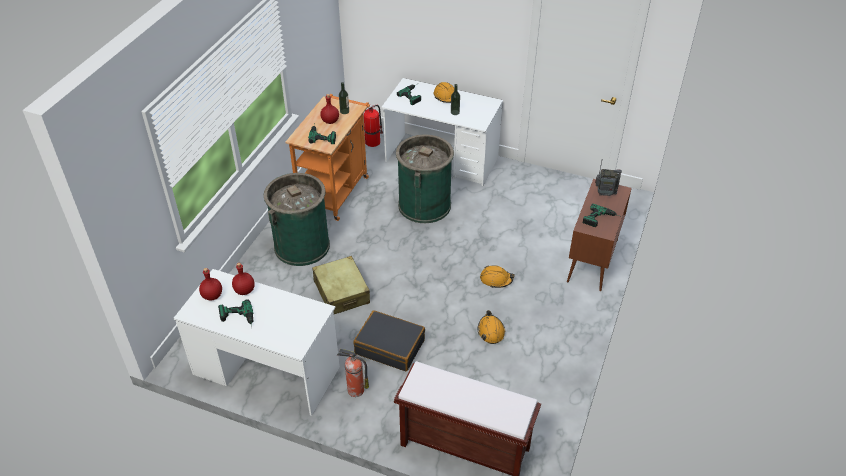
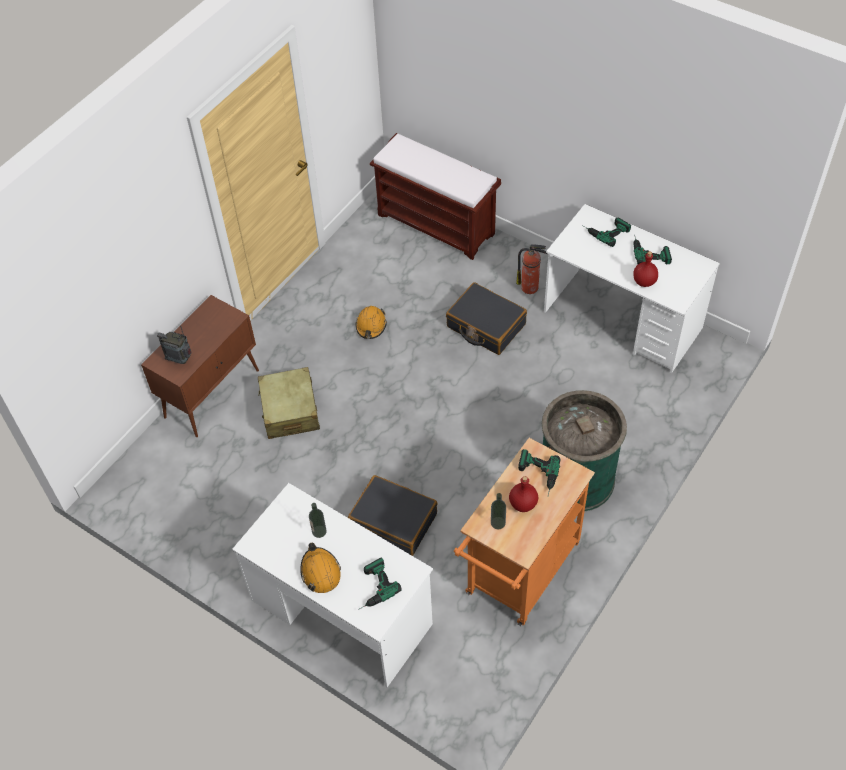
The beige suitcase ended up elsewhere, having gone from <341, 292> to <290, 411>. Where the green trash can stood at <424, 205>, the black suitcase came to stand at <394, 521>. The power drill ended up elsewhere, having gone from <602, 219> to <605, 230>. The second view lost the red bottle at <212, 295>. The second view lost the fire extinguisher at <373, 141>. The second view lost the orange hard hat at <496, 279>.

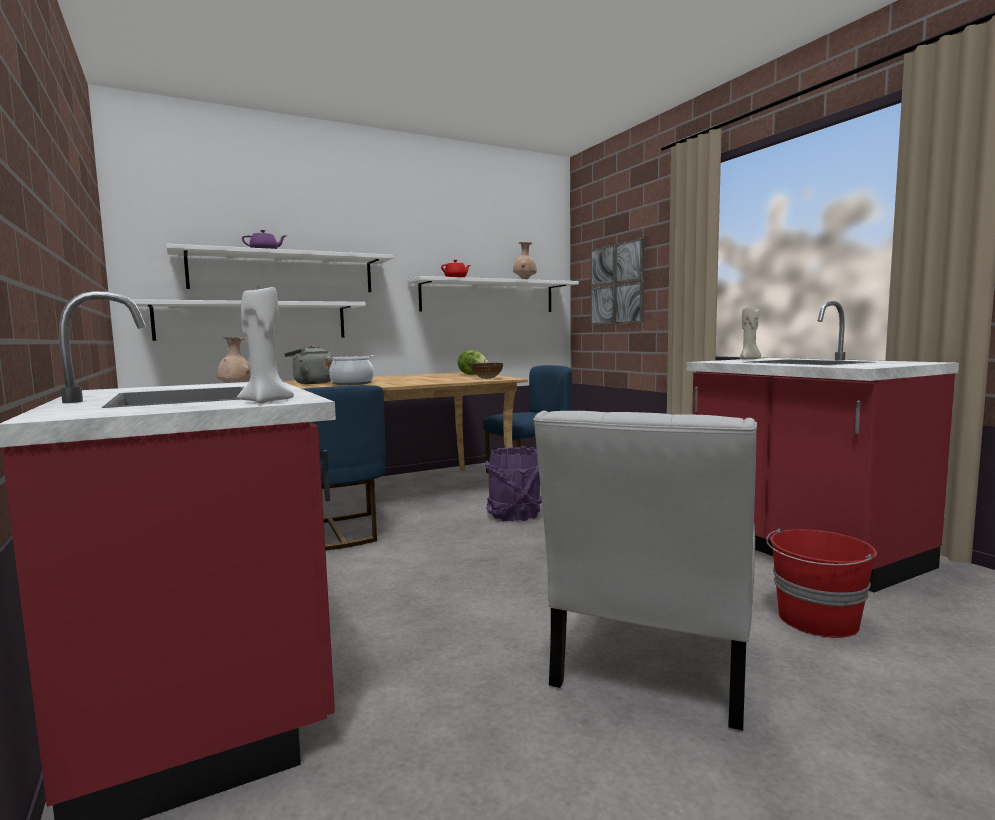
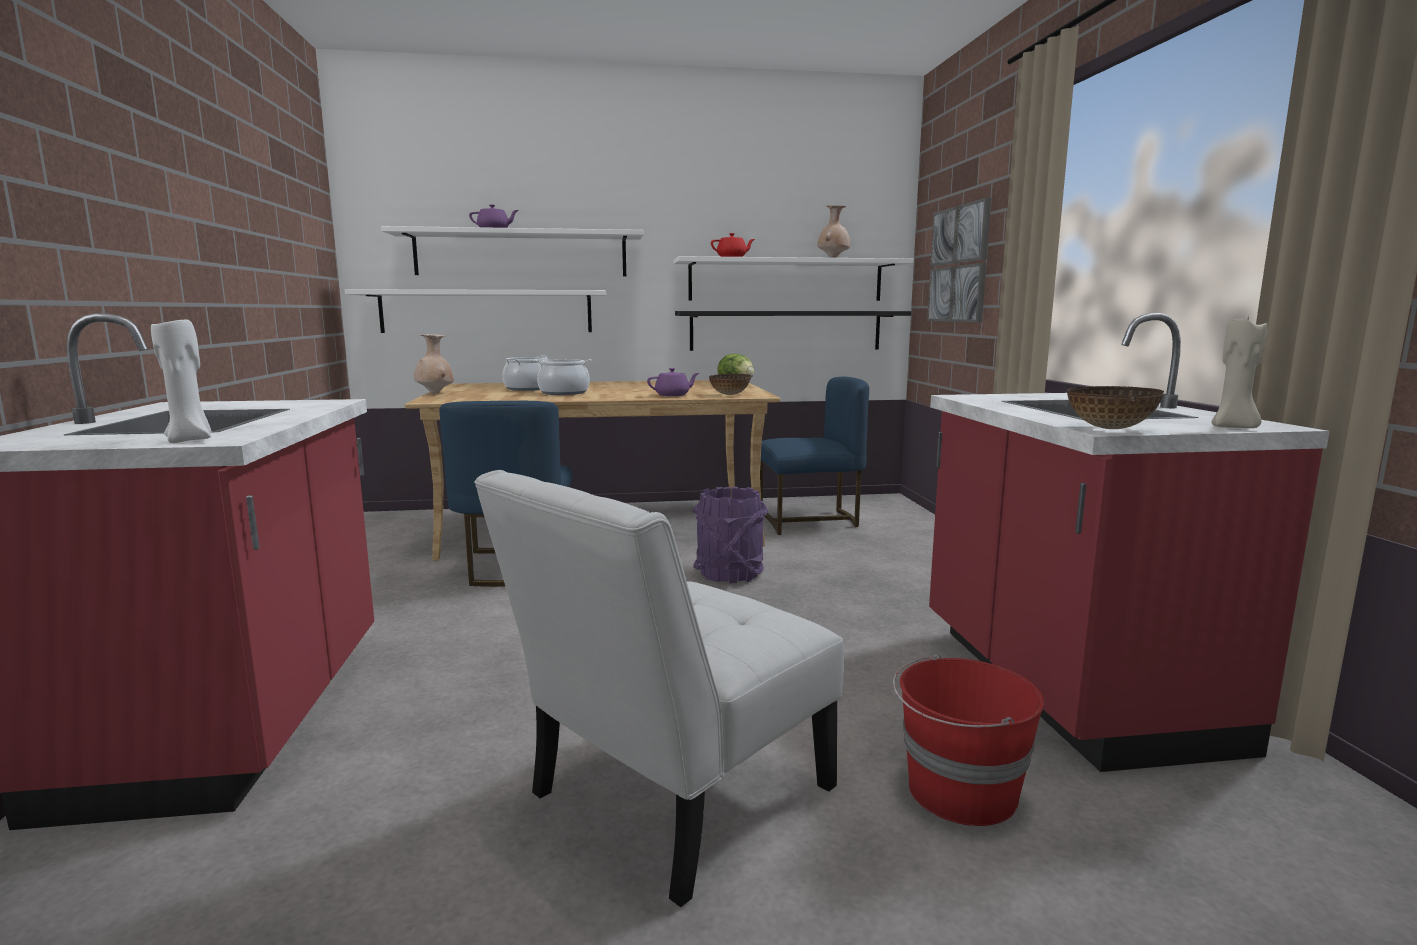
Where the grey kettle stood at <311, 383>, the cooking pot came to stand at <528, 389>. The second view gained the purple teapot at <673, 395>. The second view gained the black shelf at <786, 330>. The second view gained the bowl at <1108, 428>. The beige candle ended up elsewhere, having gone from <749, 359> to <1233, 428>.

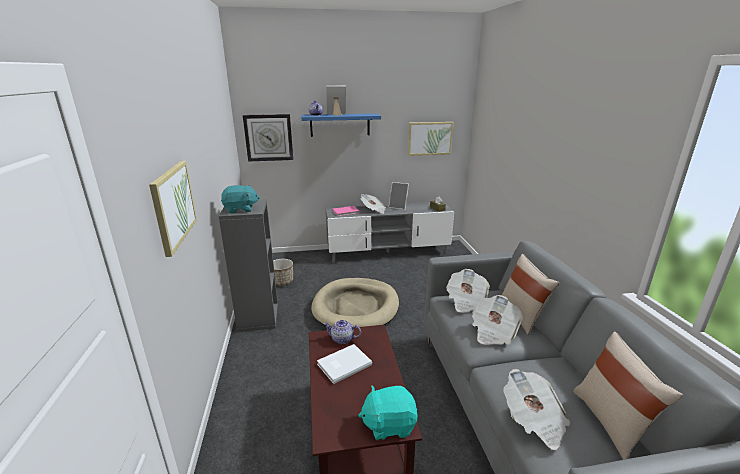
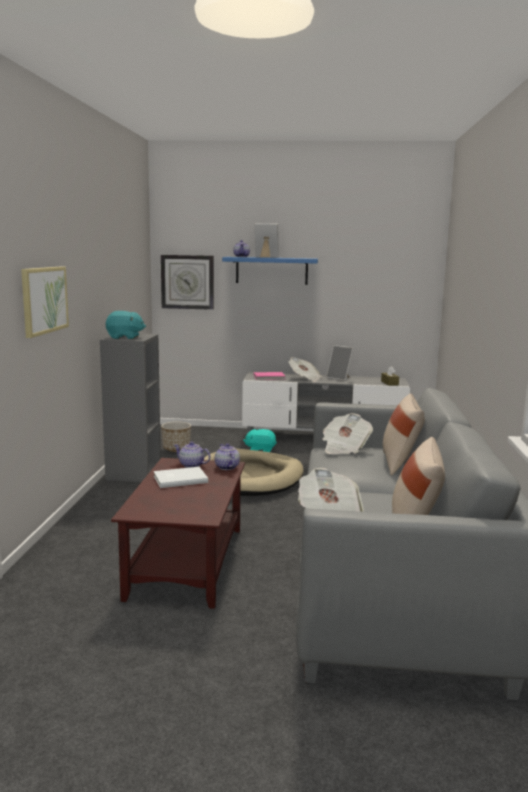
The second view gained the teapot at <226, 467>. The turquoise plush toy ended up elsewhere, having gone from <389, 424> to <260, 451>. The second view lost the picture at <429, 138>. The second view lost the newspaper at <493, 332>.

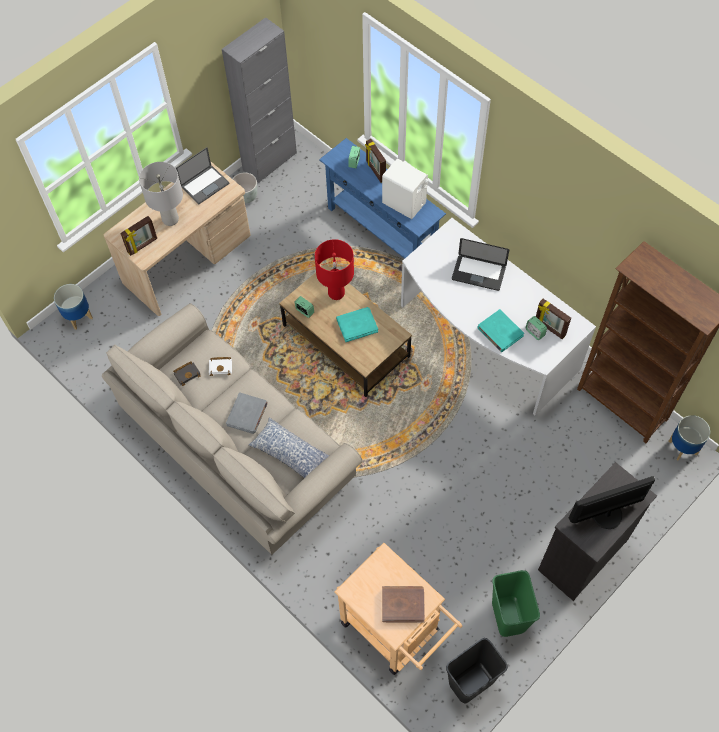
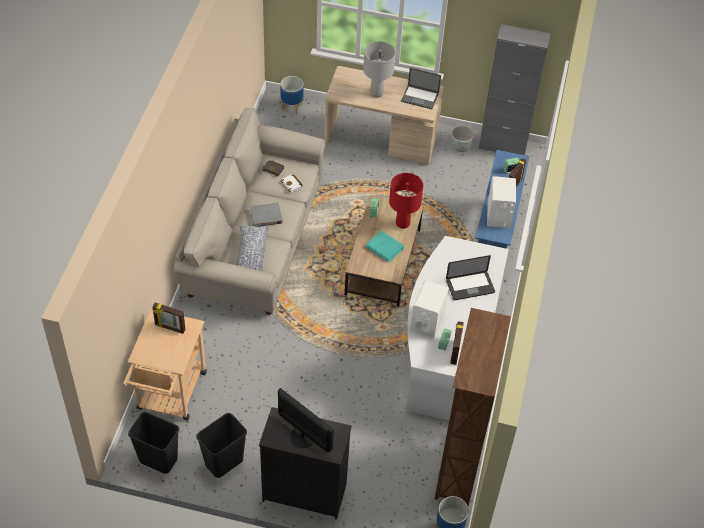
The picture frame ended up elsewhere, having gone from <142, 246> to <170, 328>. What was the green trash can at <507, 616> turned into the black trash can at <224, 462>. Where the turquoise book stood at <500, 332>, the white speaker came to stand at <427, 321>. The laptop at <478, 273> ended up facing another way, 90 degrees counterclockwise from before. The second view lost the brown book at <403, 604>.

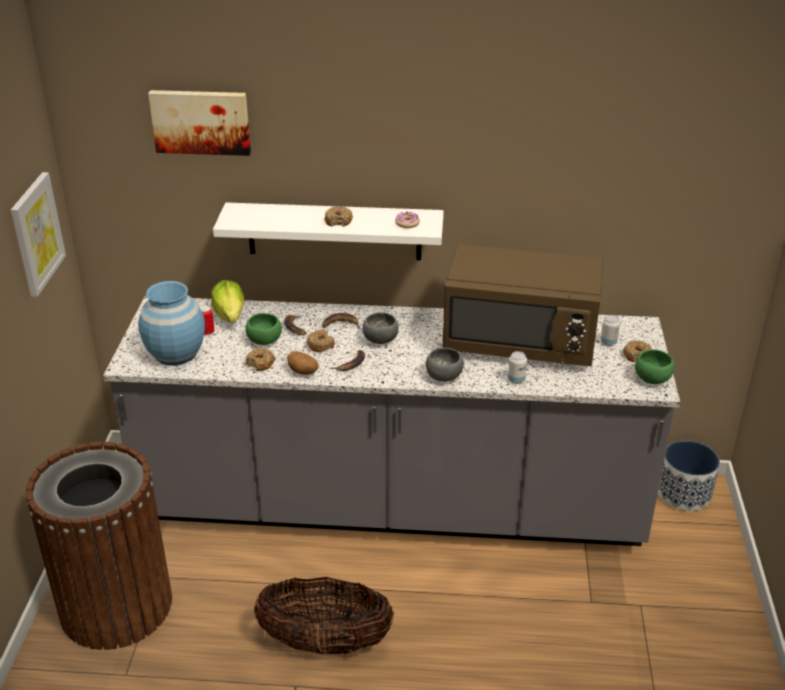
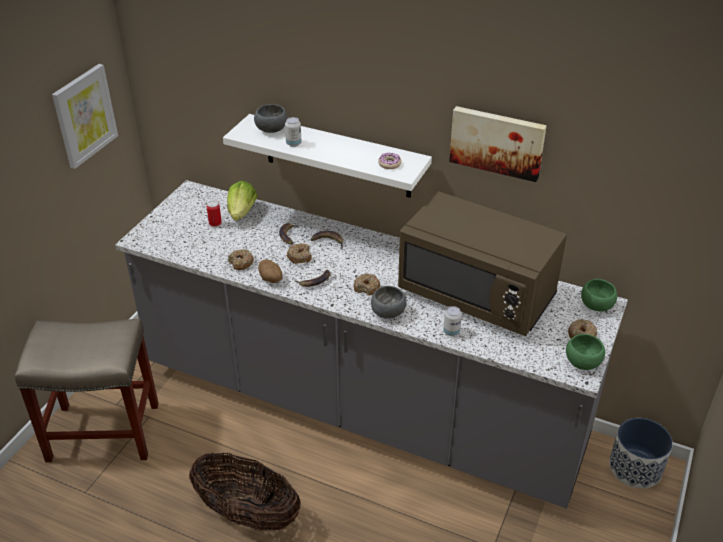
Where the brown trash can stood at <116, 605>, the beige stool came to stand at <105, 431>. The grey bowl ended up elsewhere, having gone from <381, 340> to <272, 130>. The can ended up elsewhere, having gone from <608, 342> to <293, 144>. The donut ended up elsewhere, having gone from <338, 221> to <367, 288>. The picture ended up elsewhere, having gone from <201, 121> to <497, 142>. The green bowl ended up elsewhere, having gone from <263, 341> to <595, 306>. The second view lost the blue vase at <176, 353>.

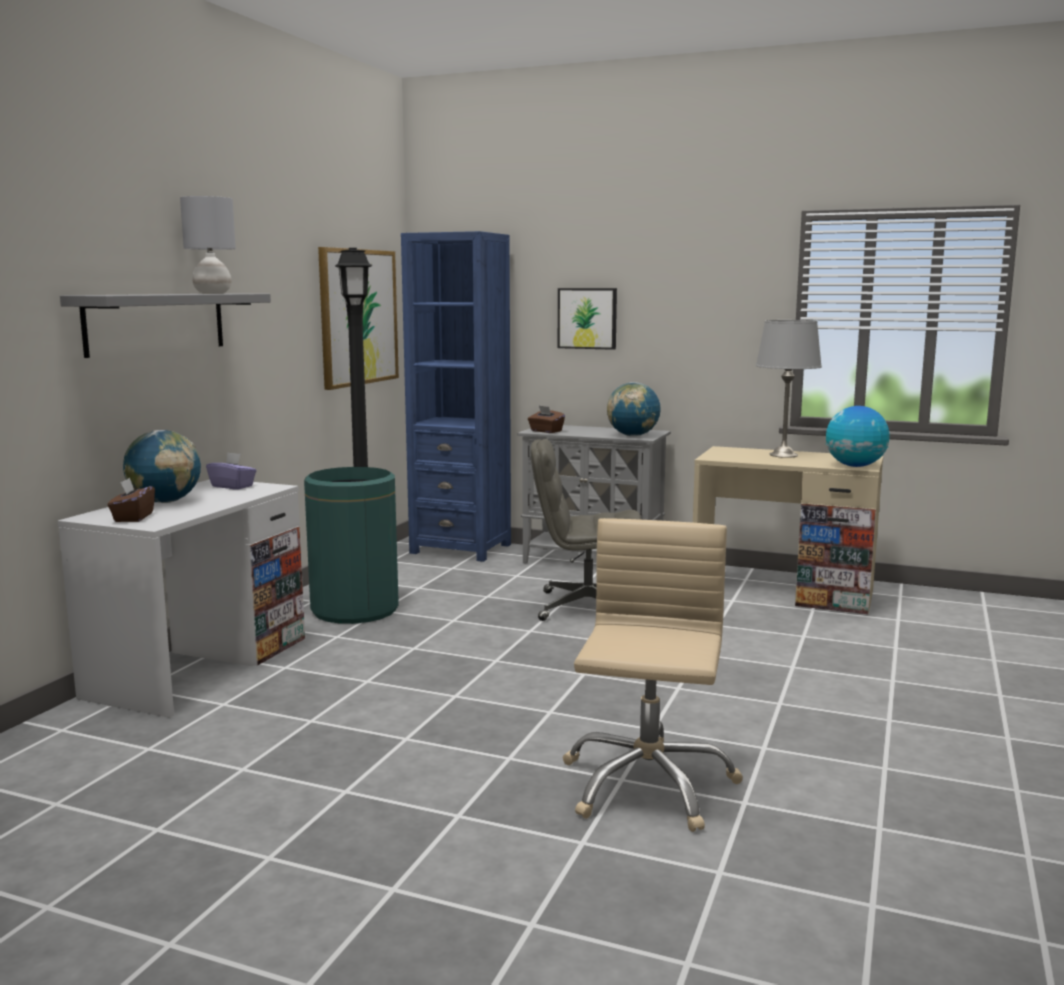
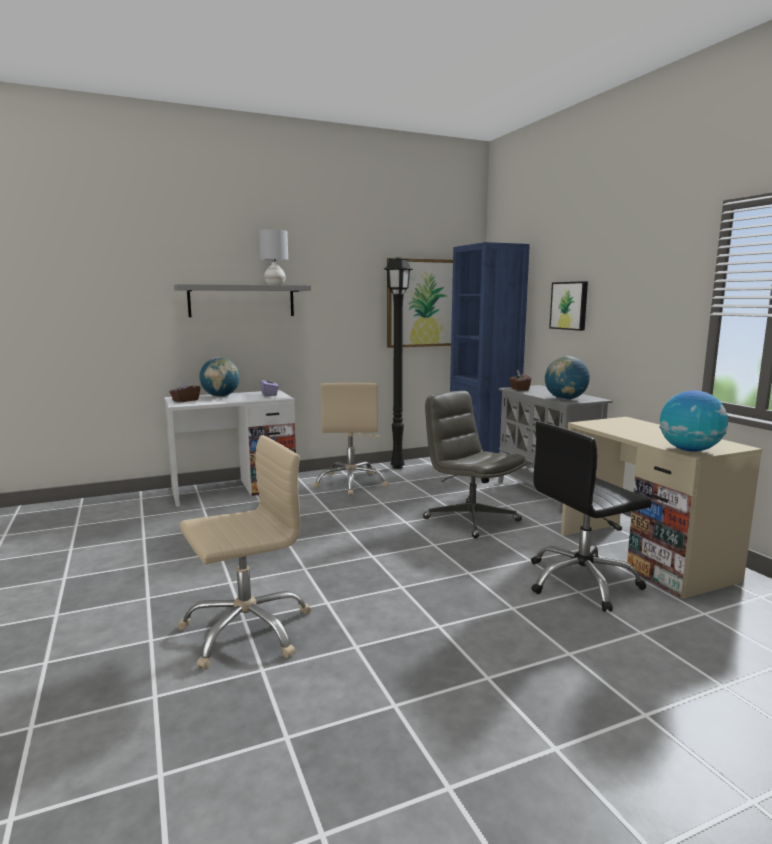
Where the green trash can stood at <355, 610>, the beige office chair came to stand at <351, 483>. The second view gained the black office chair at <582, 582>. The second view lost the grey table lamp at <783, 455>.

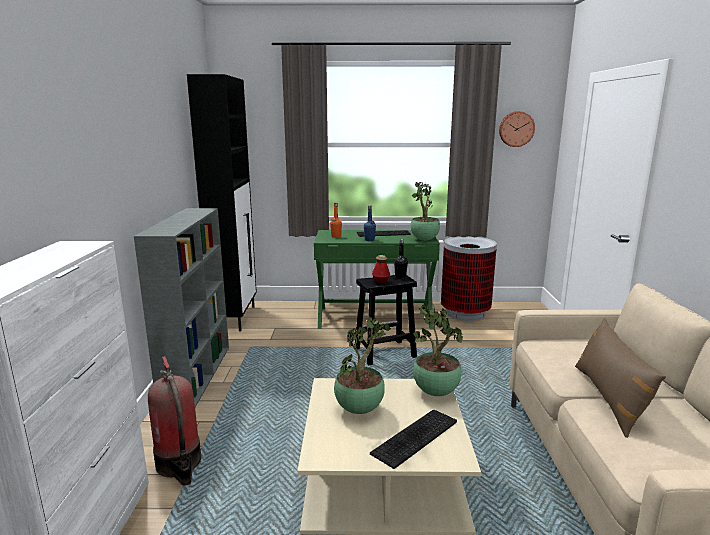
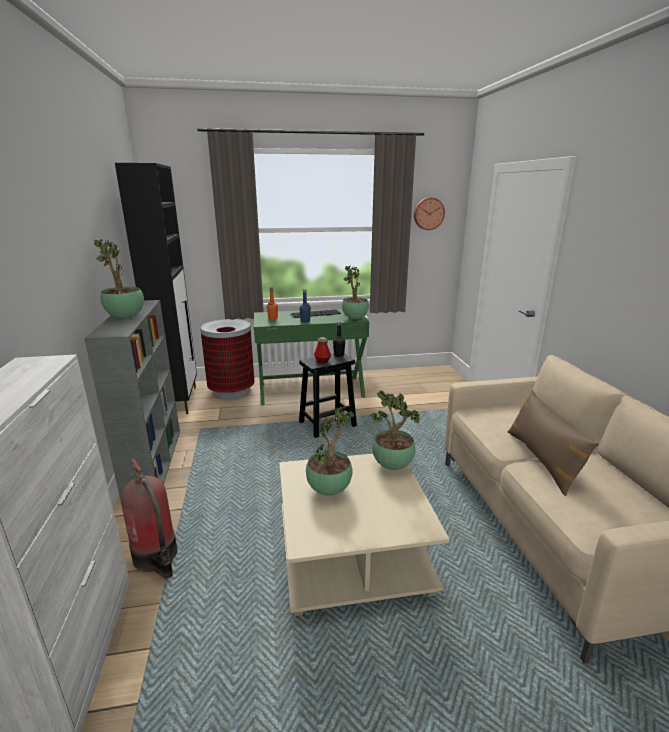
The second view gained the potted plant at <125, 318>. The trash can ended up elsewhere, having gone from <465, 313> to <232, 391>. The second view lost the keyboard at <416, 438>.

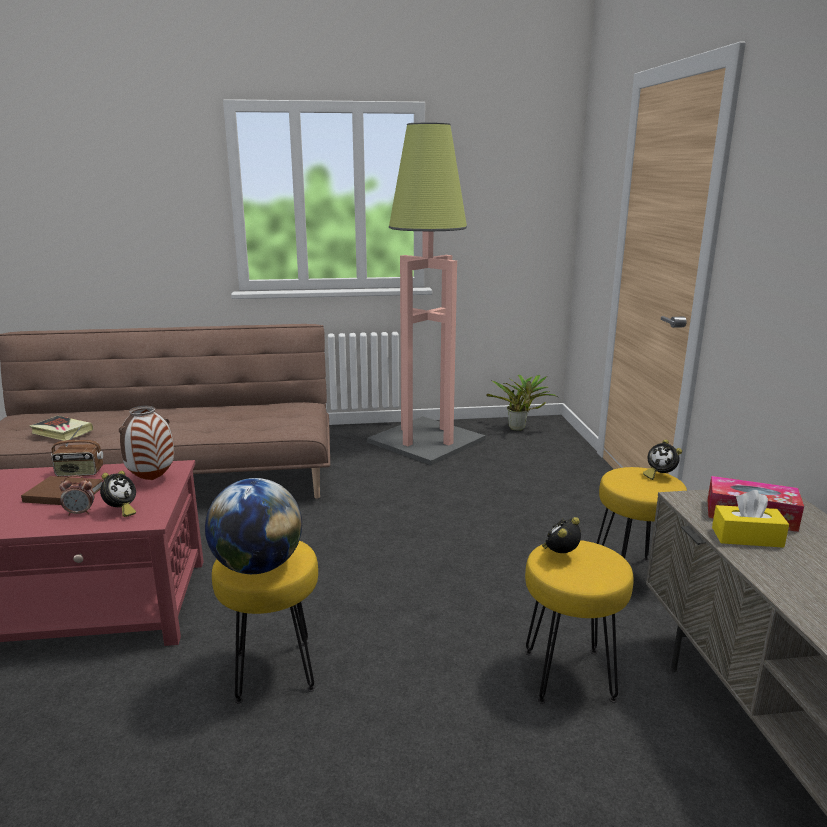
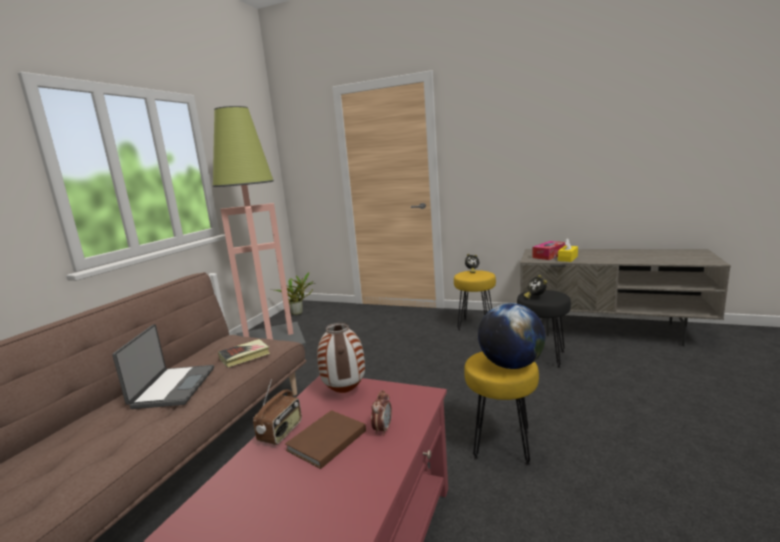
The second view gained the laptop at <172, 387>. The book ended up elsewhere, having gone from <62, 432> to <245, 356>. What was the yellow stool at <568, 676> turned into the black stool at <543, 357>. The second view lost the alarm clock at <121, 511>.

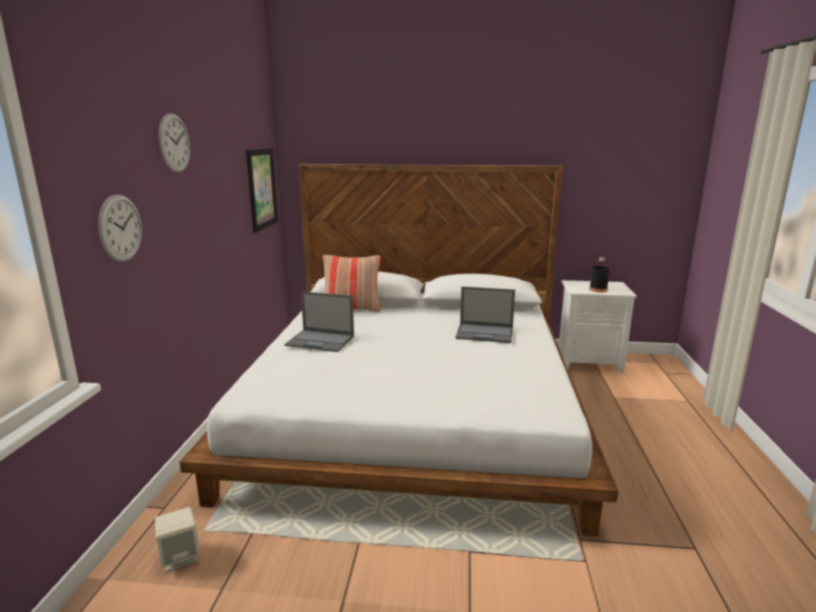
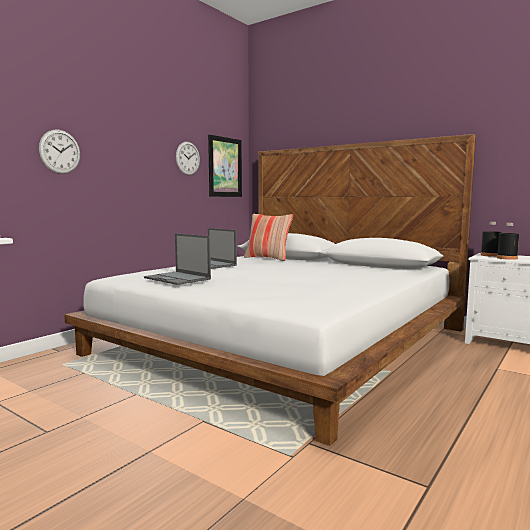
The laptop ended up elsewhere, having gone from <485, 333> to <178, 278>. The wall clock ended up elsewhere, having gone from <174, 143> to <187, 158>. The second view gained the black bottle at <490, 255>. The second view lost the beige speaker at <181, 556>.

